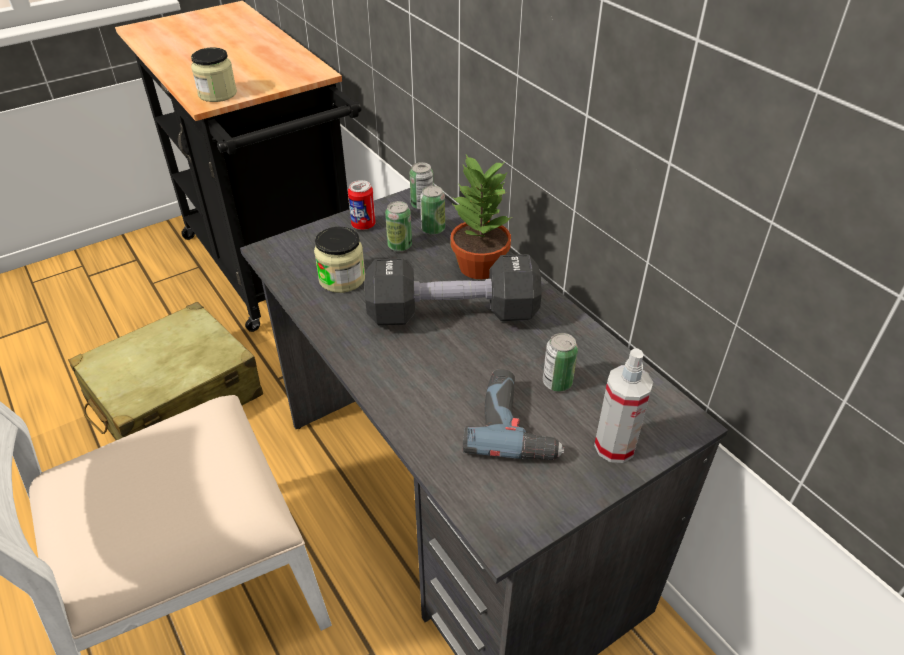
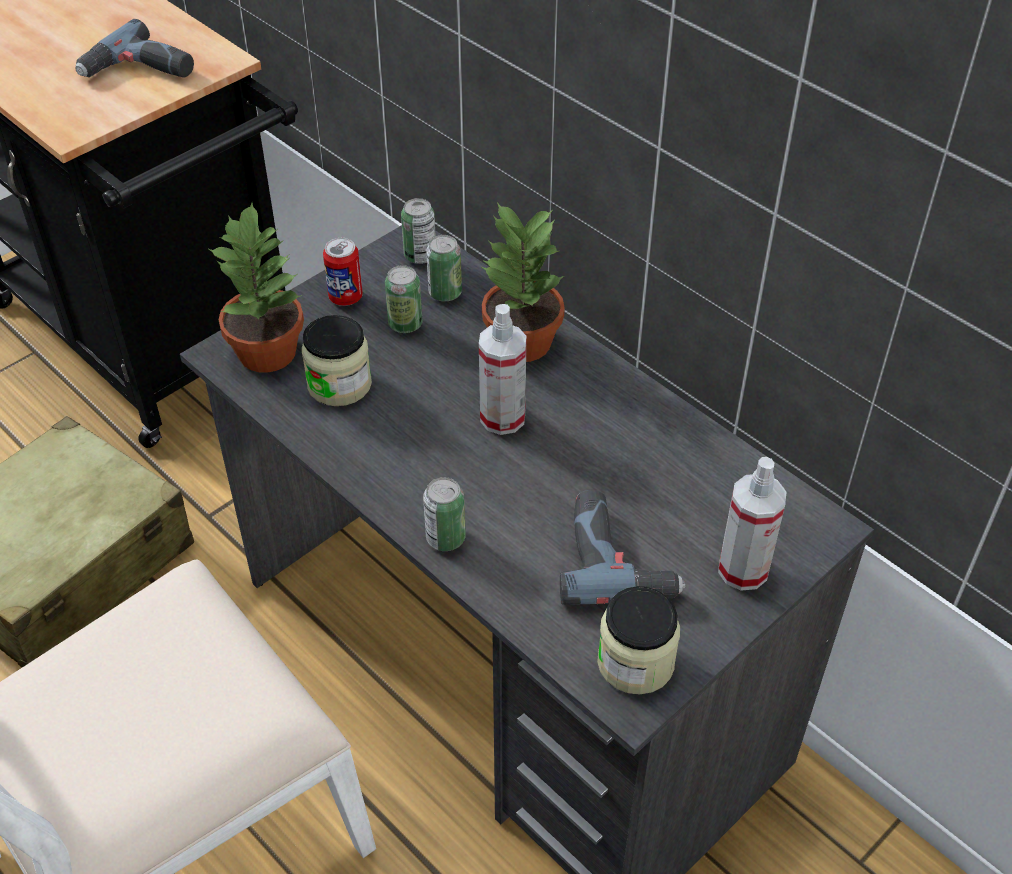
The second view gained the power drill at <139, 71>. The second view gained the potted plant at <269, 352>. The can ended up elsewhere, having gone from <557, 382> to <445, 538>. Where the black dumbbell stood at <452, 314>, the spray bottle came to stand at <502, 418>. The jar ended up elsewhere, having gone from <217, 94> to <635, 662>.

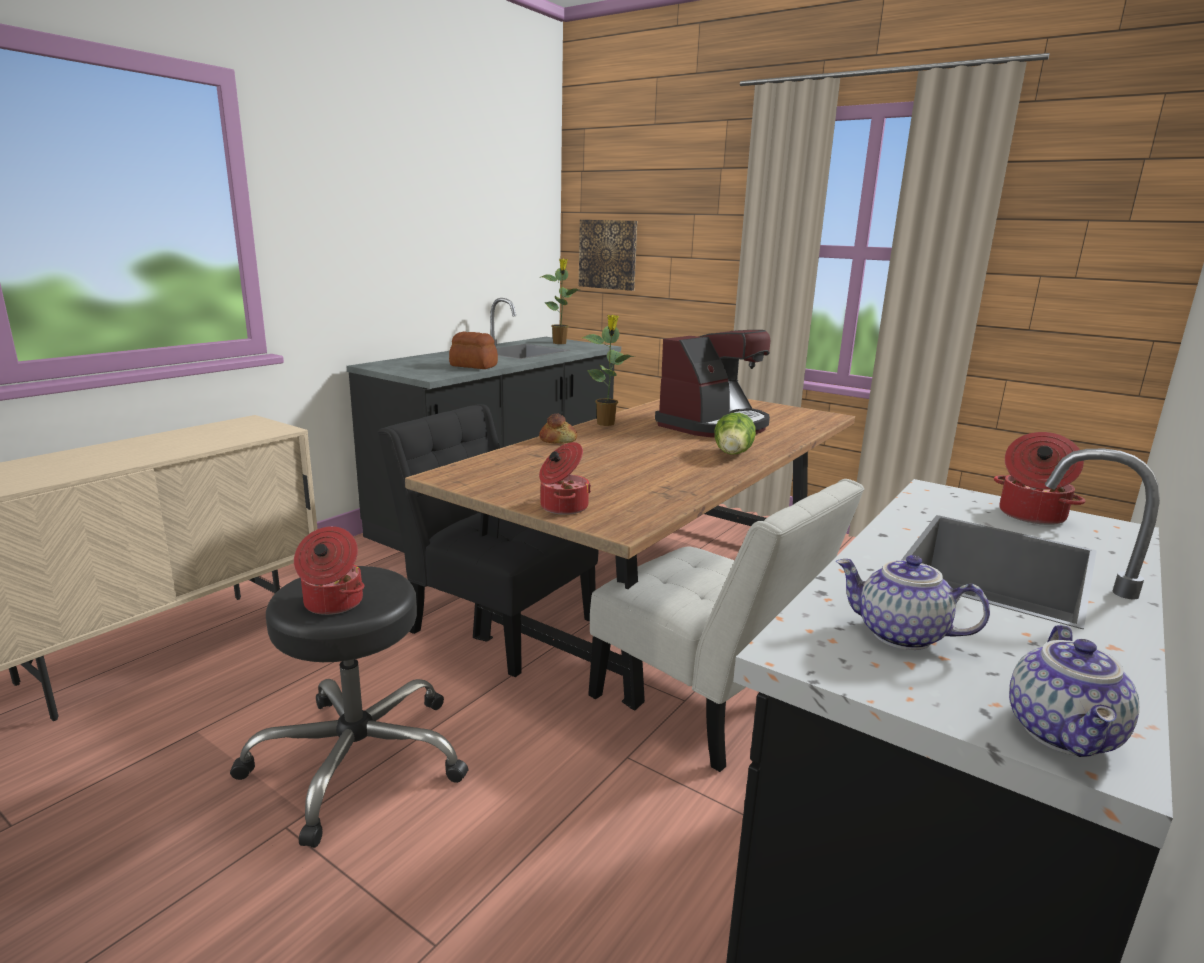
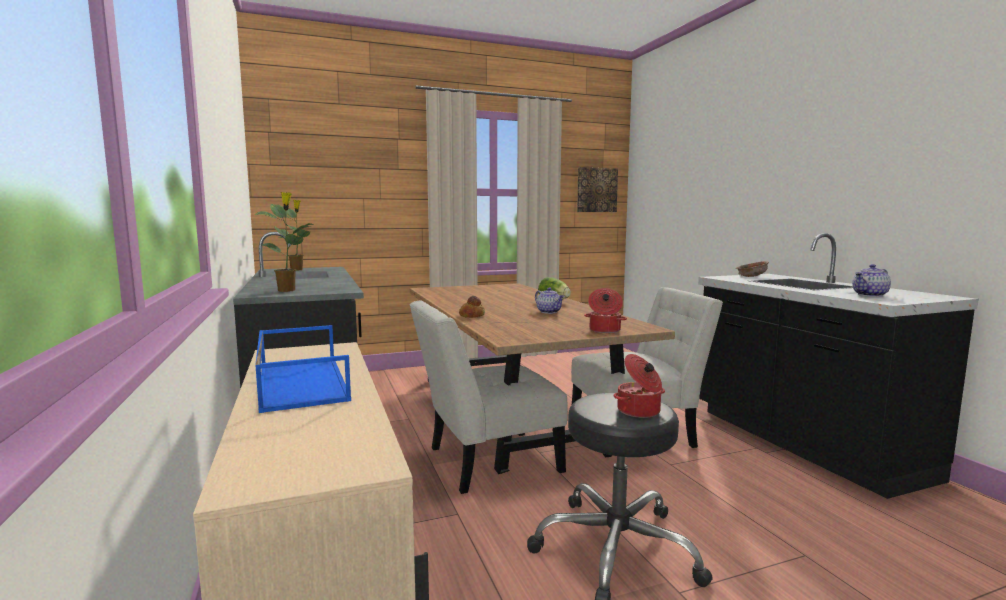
The potted plant ended up elsewhere, having gone from <606, 424> to <287, 290>. The second view gained the blue tray at <300, 382>. What was the black chair at <496, 622> turned into the white chair at <486, 461>. The teapot ended up elsewhere, having gone from <1065, 735> to <549, 312>. The picture ended up elsewhere, having gone from <608, 254> to <596, 190>. Where the cooking pot stood at <1030, 515>, the brown bowl came to stand at <752, 276>. The second view lost the bread at <473, 366>. The second view lost the coffee machine at <714, 425>.

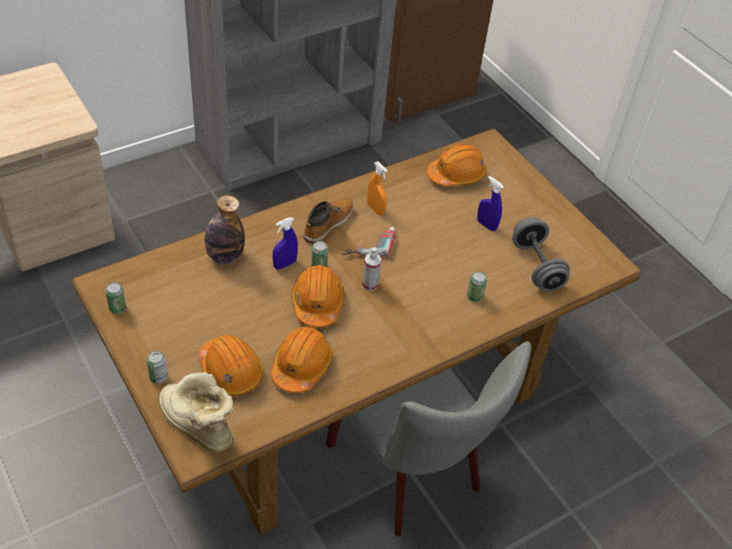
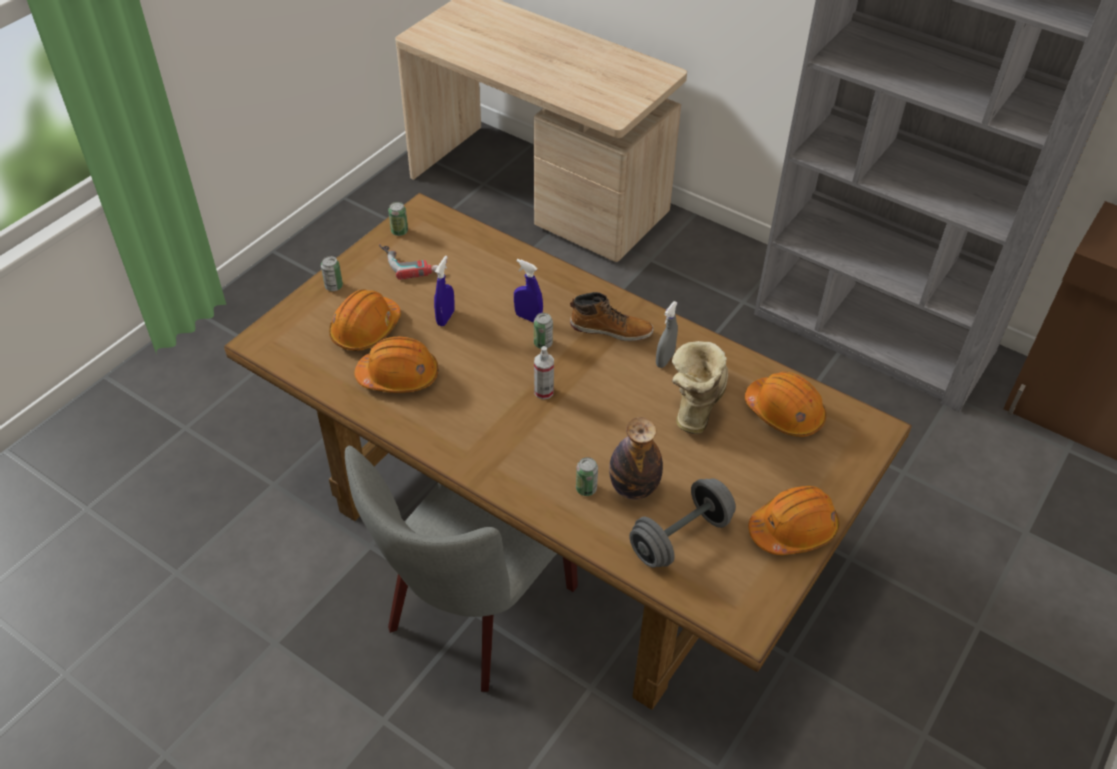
The power drill ended up elsewhere, having gone from <368, 244> to <411, 261>. The blue spray bottle ended up elsewhere, having gone from <486, 225> to <445, 318>. The bottle ended up elsewhere, having gone from <225, 256> to <633, 488>. What was the orange spray bottle at <375, 209> turned into the grey spray bottle at <665, 359>. The boot ended up elsewhere, having gone from <196, 427> to <696, 403>. The orange hard hat ended up elsewhere, having gone from <317, 303> to <793, 529>.

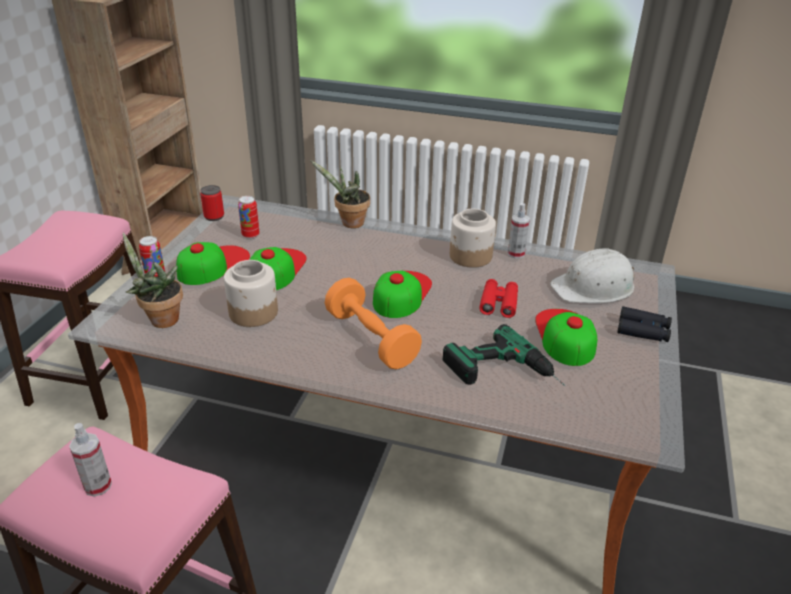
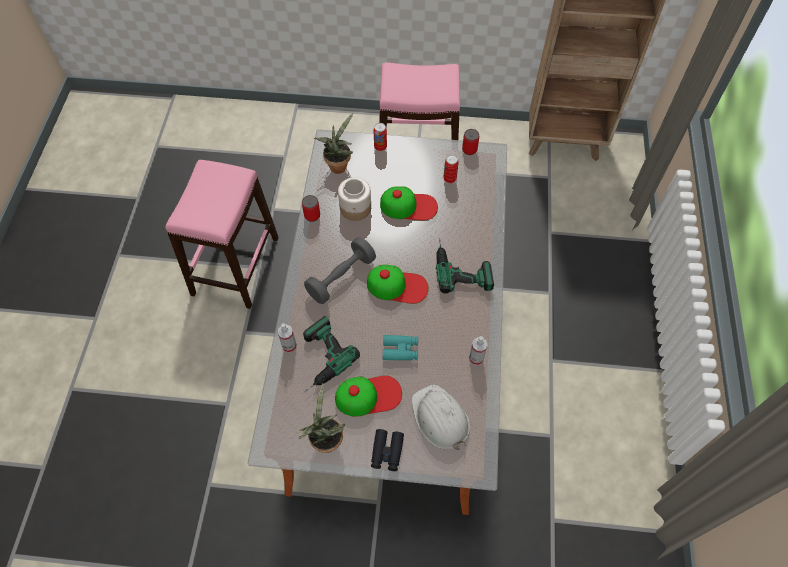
The spray bottle ended up elsewhere, having gone from <98, 486> to <289, 346>. The potted plant ended up elsewhere, having gone from <349, 223> to <326, 439>. The second view gained the can at <312, 216>. What was the orange dumbbell at <371, 339> turned into the grey dumbbell at <341, 277>. What was the red binoculars at <498, 303> turned into the turquoise binoculars at <400, 350>. The second view gained the power drill at <461, 266>. The second view lost the cap at <213, 265>. The second view lost the jar at <470, 256>.

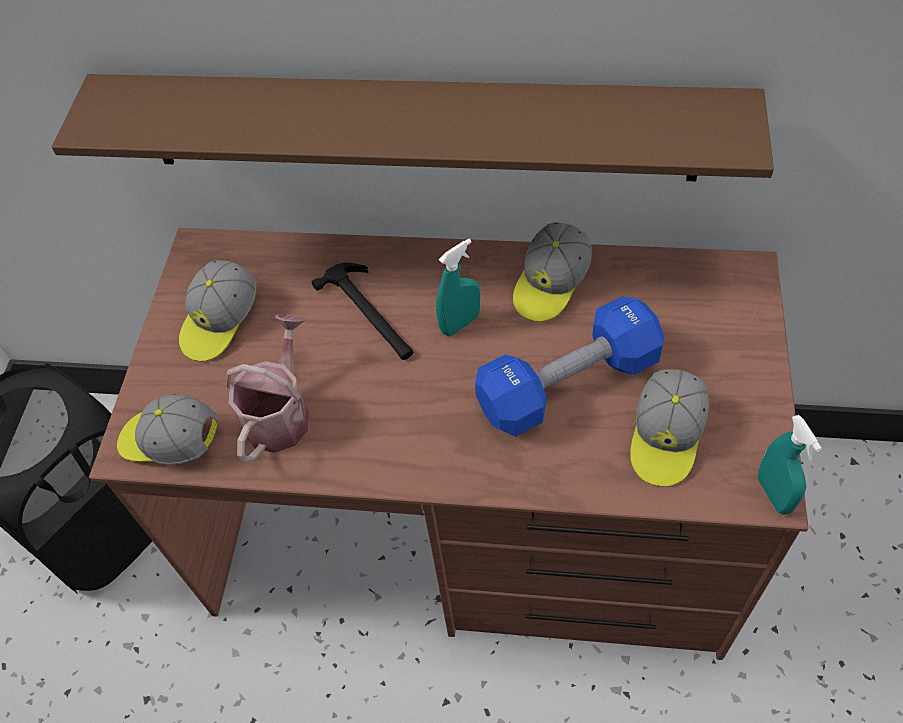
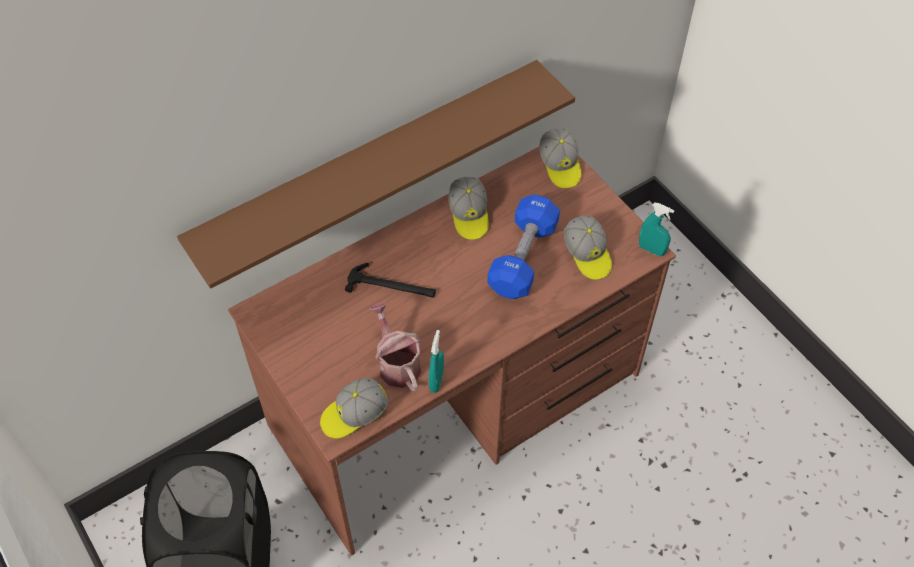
The turquoise spray bottle ended up elsewhere, having gone from <460, 324> to <436, 380>. The cap ended up elsewhere, having gone from <220, 322> to <560, 165>.

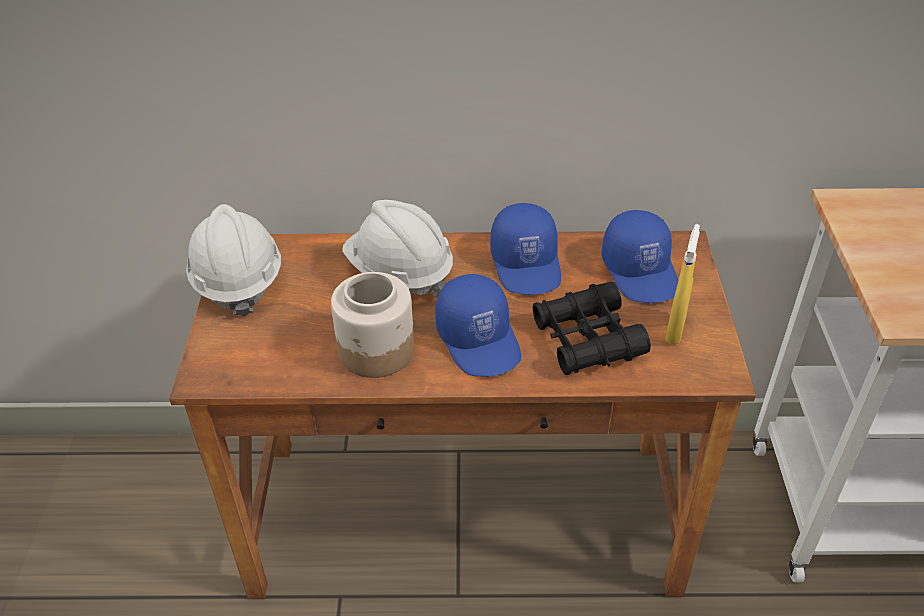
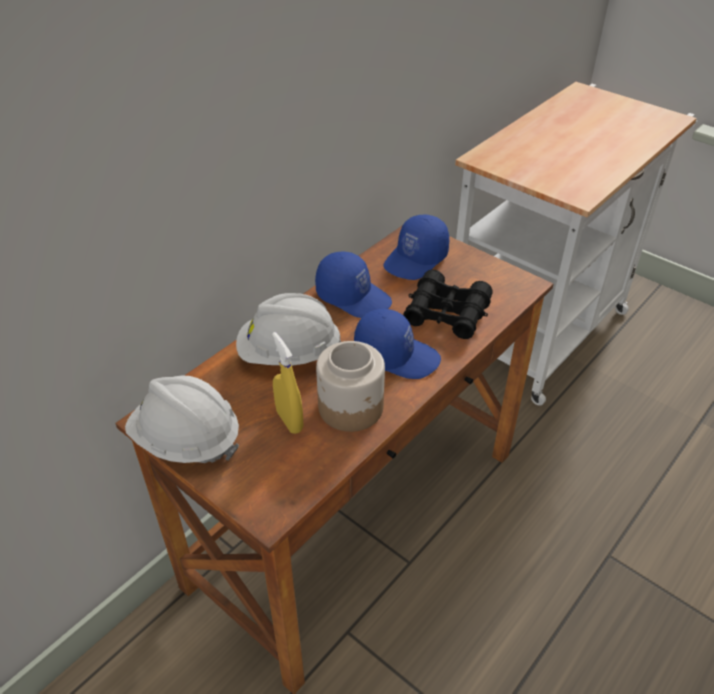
The yellow spray bottle ended up elsewhere, having gone from <675, 330> to <289, 421>. The blue cap at <641, 271> ended up facing another way, 105 degrees clockwise from before.

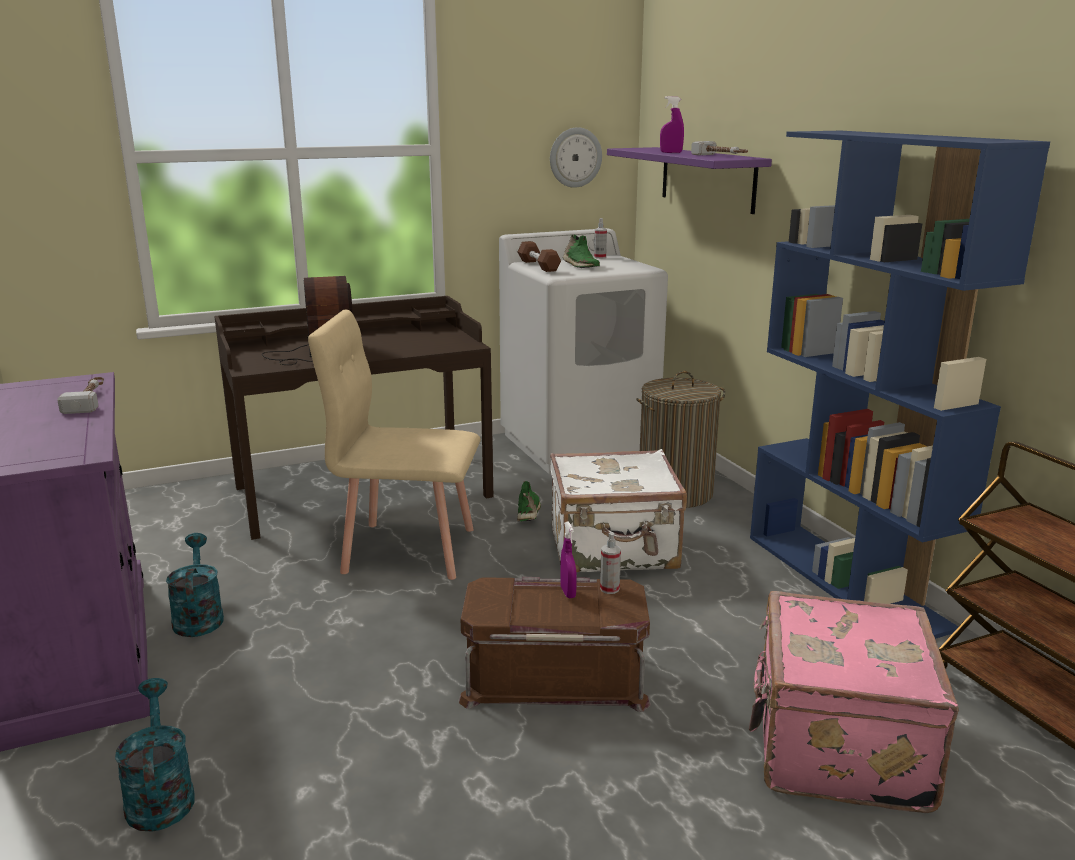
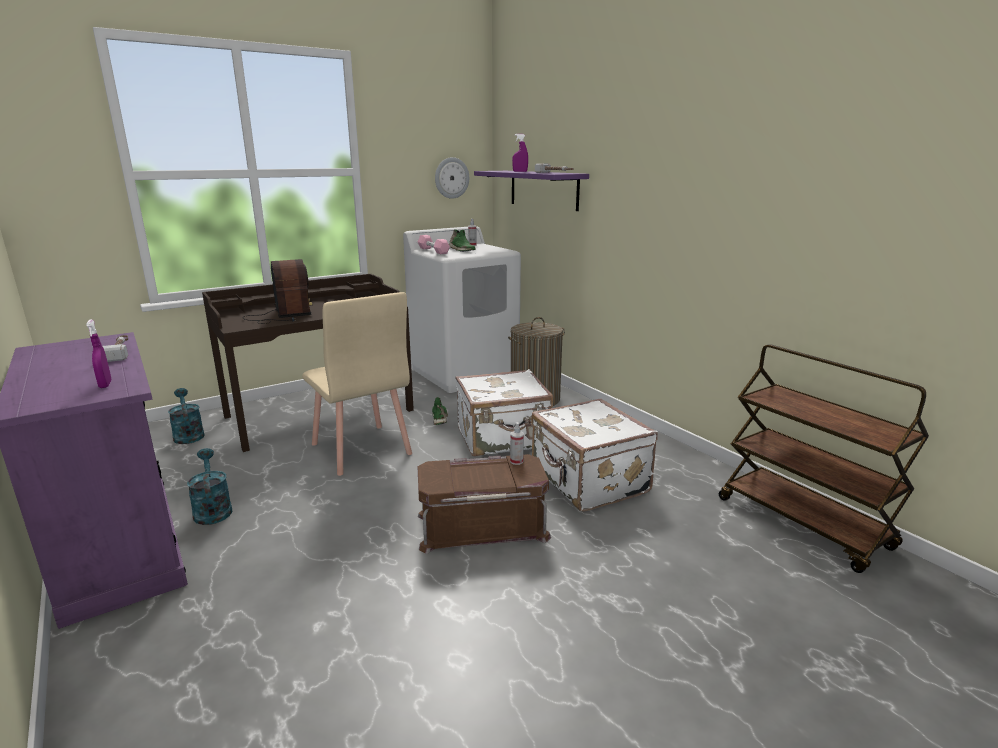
The purple spray bottle ended up elsewhere, having gone from <568, 592> to <105, 385>. The turquoise watering can ended up elsewhere, having gone from <160, 795> to <188, 434>. The beige chair at <408, 549> ended up facing another way, 120 degrees counterclockwise from before. What was the brown dumbbell at <538, 265> turned into the pink dumbbell at <433, 251>. The second view gained the white suitcase at <588, 482>. The second view lost the pink suitcase at <836, 746>. The second view lost the blue bookcase at <846, 580>.

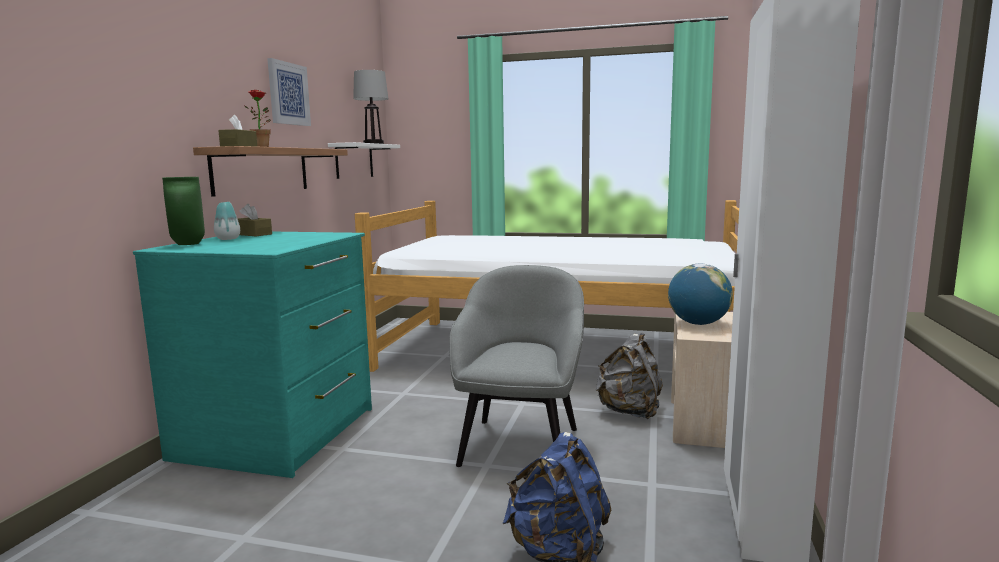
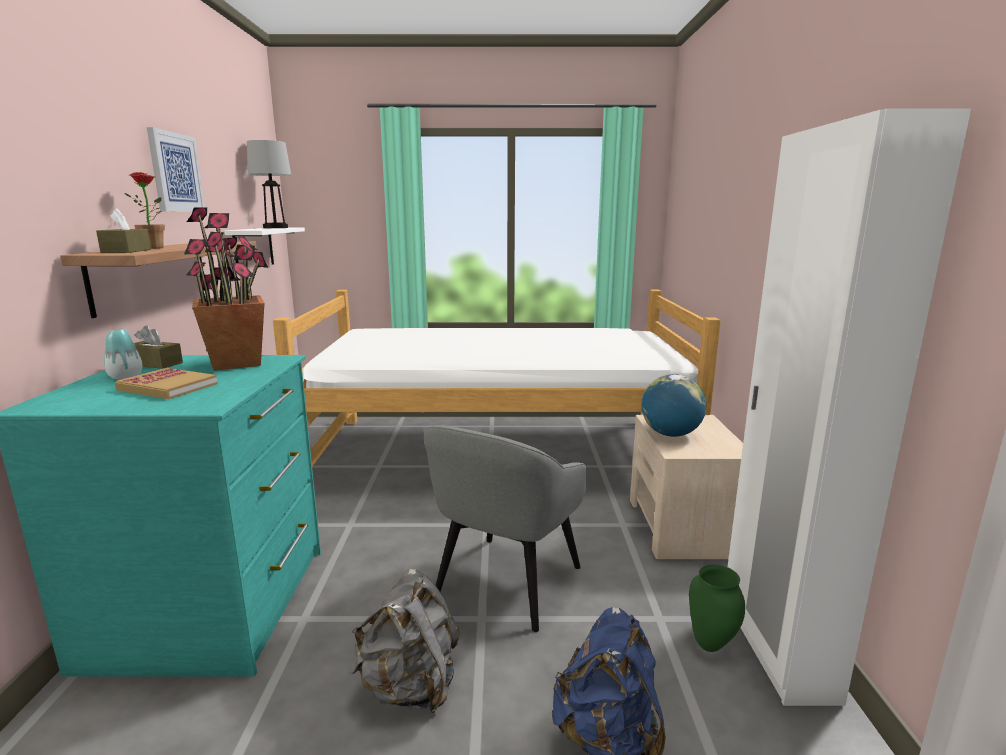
The second view gained the book at <167, 387>. The second view gained the potted plant at <237, 363>. The grey backpack ended up elsewhere, having gone from <630, 411> to <410, 686>. The grey armchair at <520, 444> ended up facing another way, 150 degrees counterclockwise from before. The green vase ended up elsewhere, having gone from <189, 244> to <711, 644>.

